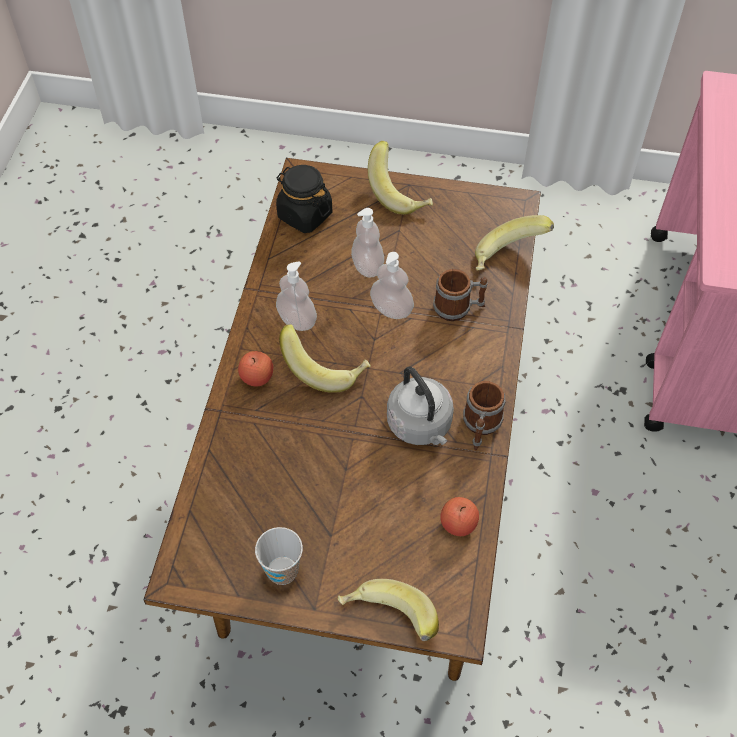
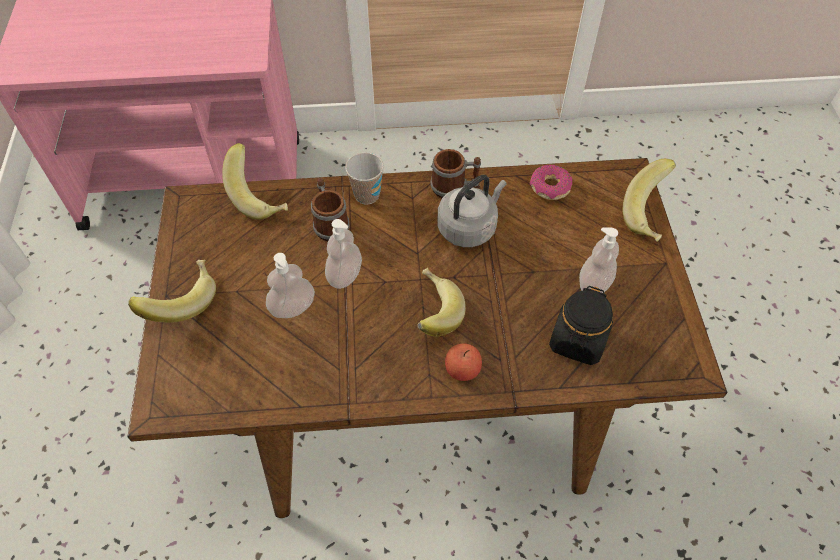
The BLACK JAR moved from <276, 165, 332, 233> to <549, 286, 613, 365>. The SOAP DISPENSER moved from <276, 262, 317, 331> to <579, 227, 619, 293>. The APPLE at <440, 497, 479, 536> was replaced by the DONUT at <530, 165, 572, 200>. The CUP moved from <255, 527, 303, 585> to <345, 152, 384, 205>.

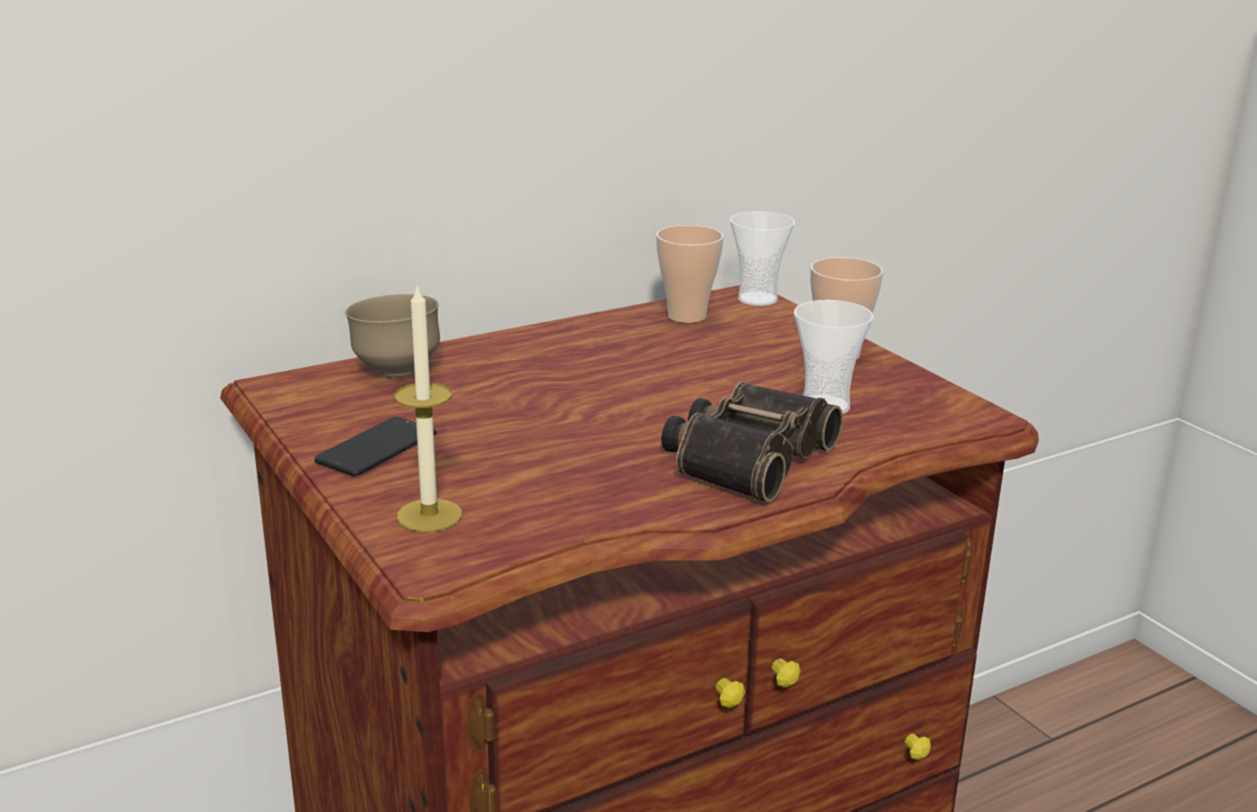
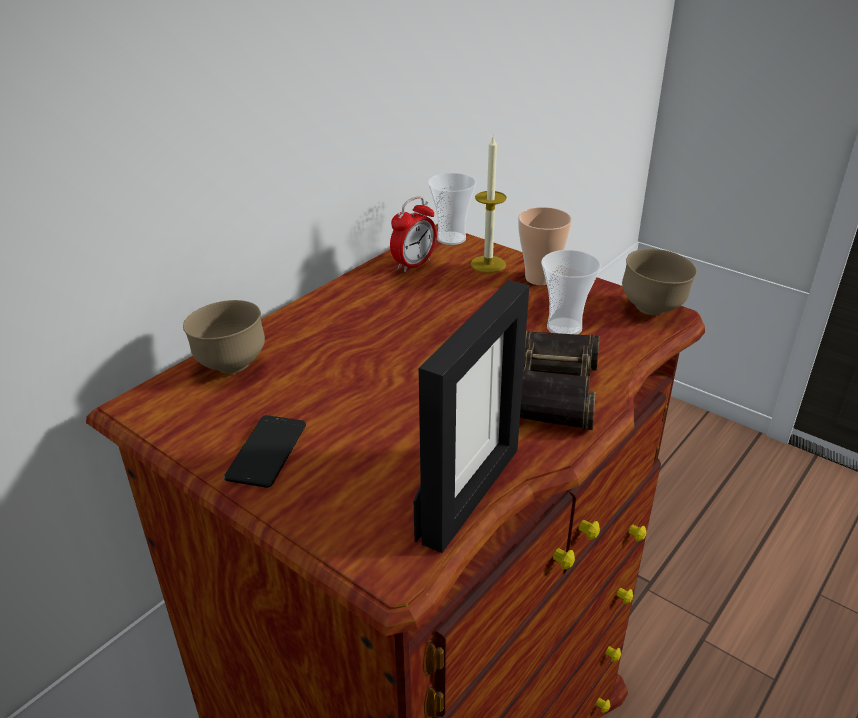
The CUP at <656, 225, 724, 323> was replaced by the ALARM CLOCK at <390, 196, 437, 272>. The CANDLE moved from <394, 283, 462, 532> to <471, 137, 507, 273>. The BROWN BOWL at <622, 248, 697, 315> appeared. The PICTURE FRAME at <414, 280, 529, 553> appeared.

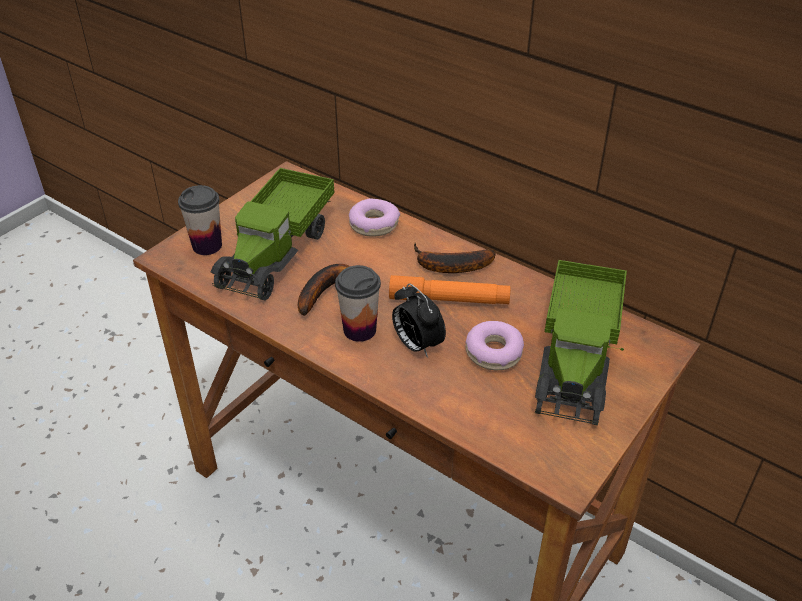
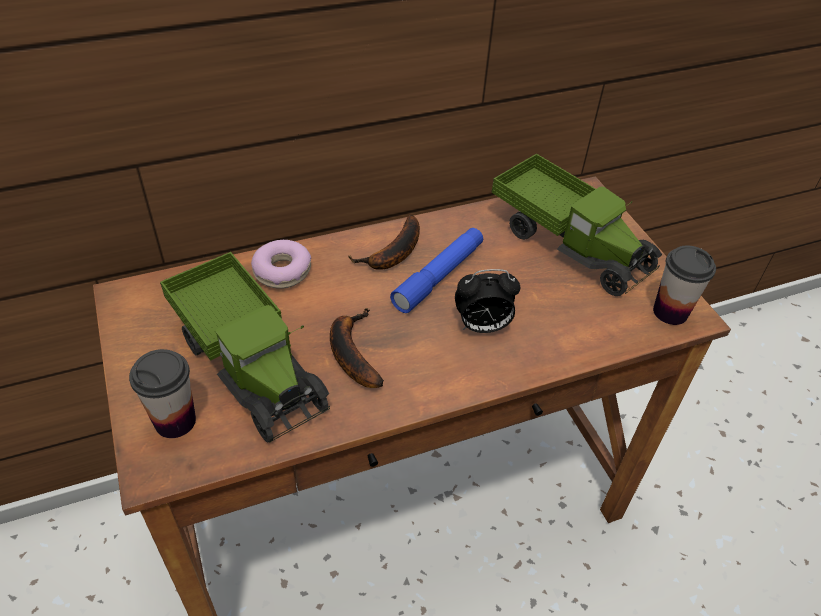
The CUP moved from <335, 265, 381, 342> to <653, 245, 716, 325>. The ORANGE FLASHLIGHT at <389, 275, 510, 304> became the BLUE FLASHLIGHT at <390, 228, 483, 313>. The DONUT at <465, 321, 524, 370> disappeared.

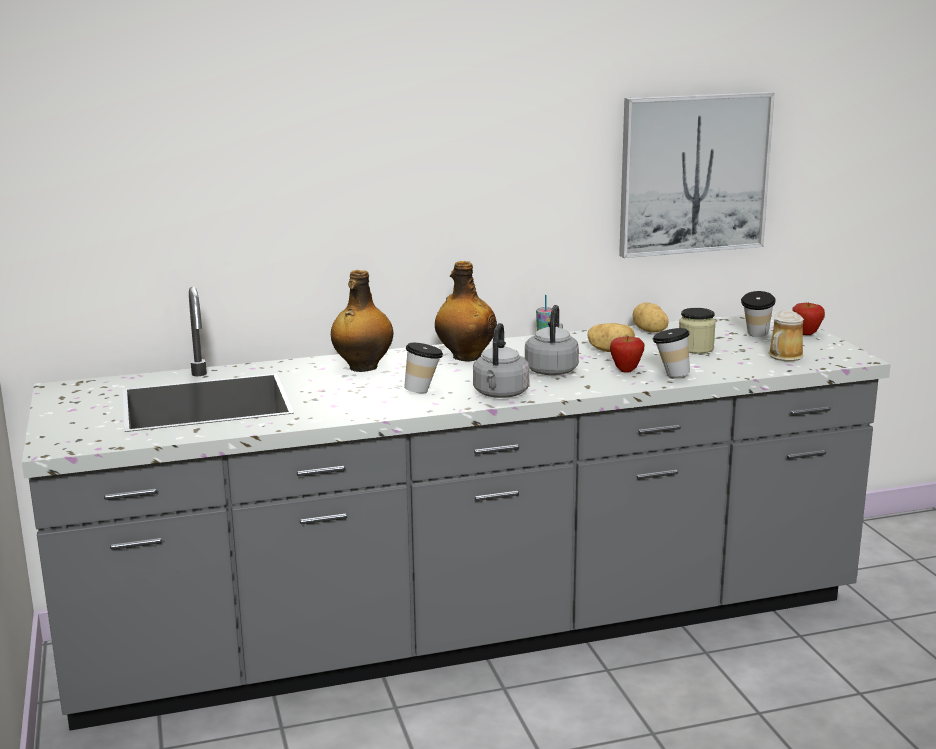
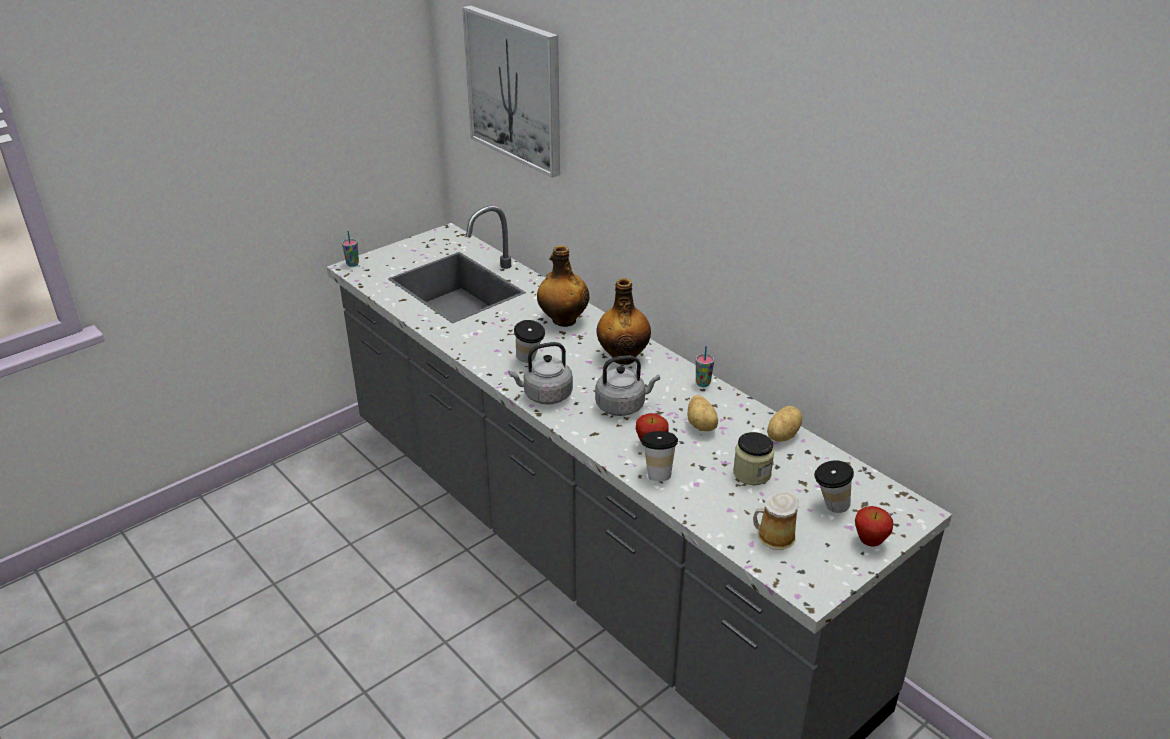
The PICTURE moved from <619, 92, 775, 258> to <462, 5, 560, 178>. The CUP at <342, 231, 359, 267> appeared.

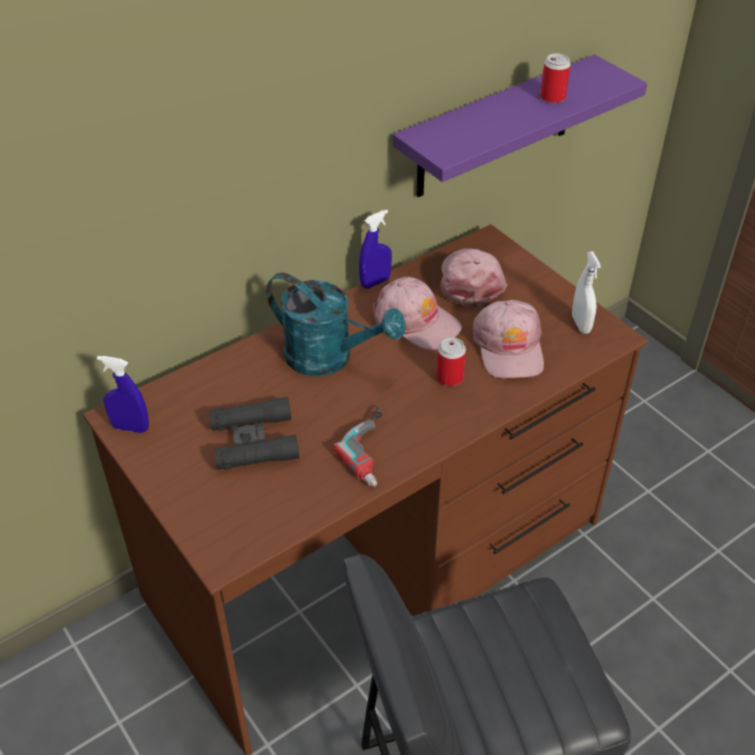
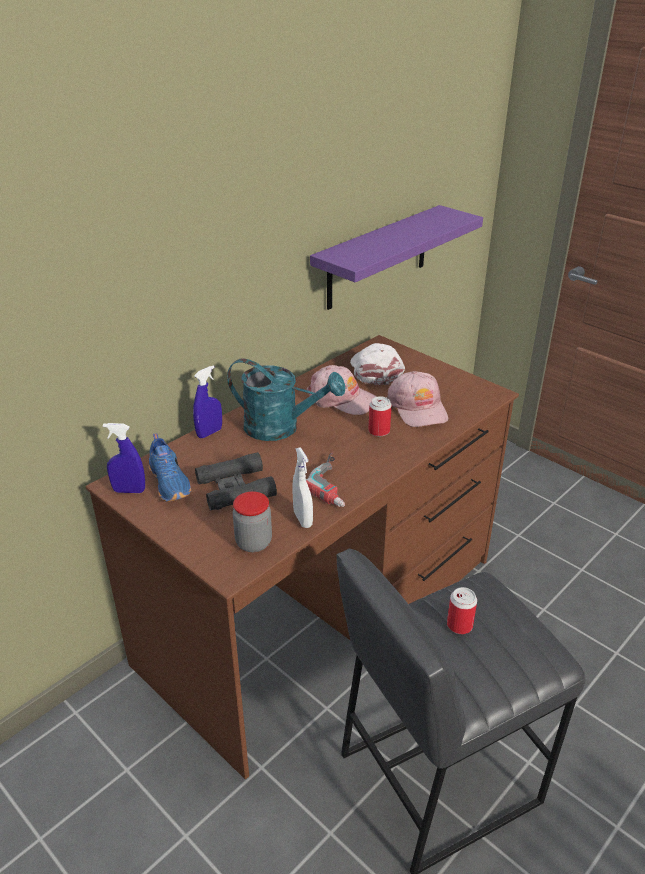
The CAN moved from <540, 53, 571, 103> to <447, 587, 477, 634>. The BLUE SPRAY BOTTLE moved from <359, 210, 392, 288> to <193, 366, 222, 438>. The PINK CAP at <440, 248, 507, 308> became the WHITE CAP at <350, 343, 405, 385>. The WHITE SPRAY BOTTLE moved from <572, 251, 601, 334> to <293, 447, 313, 528>. The BLUE SHOE at <148, 433, 191, 502> appeared. The JAR at <233, 491, 272, 552> appeared.

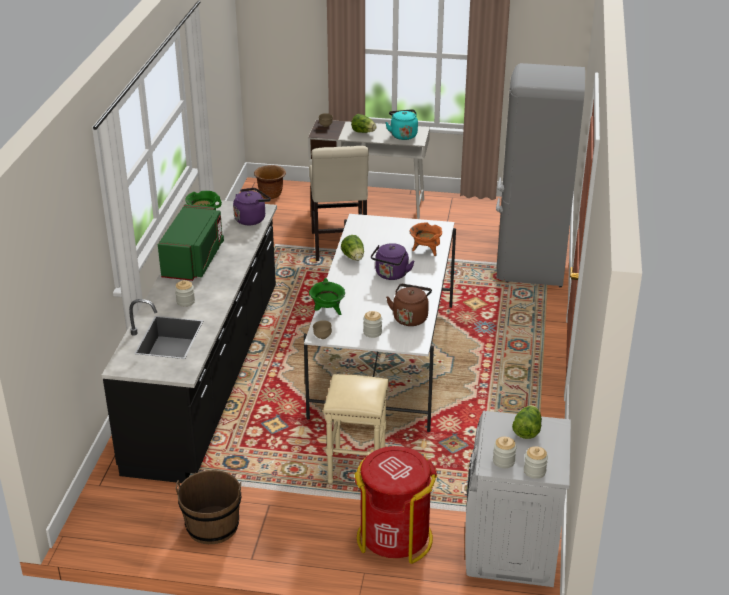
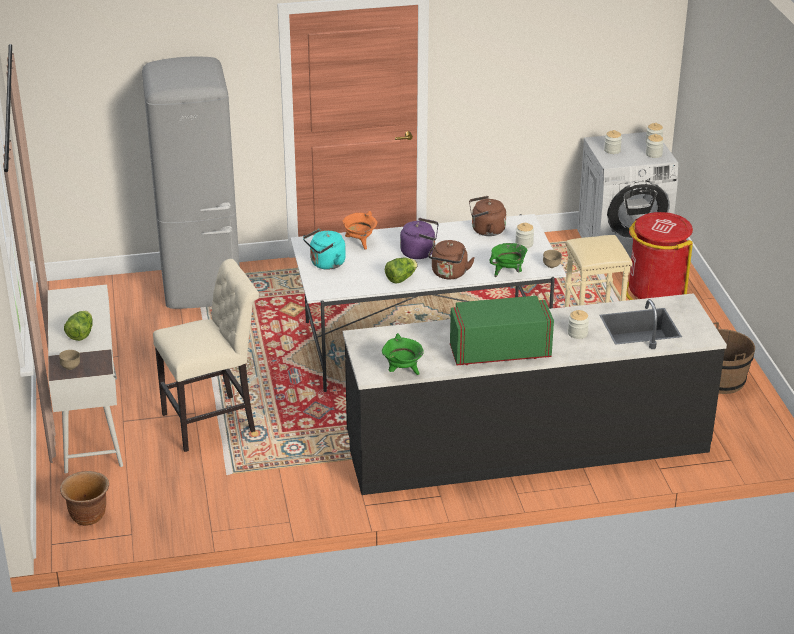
The TURQUOISE KETTLE moved from <385, 109, 418, 140> to <303, 229, 346, 270>. The PURPLE KETTLE at <233, 188, 271, 225> disappeared. The LETTUCE at <512, 405, 542, 439> was replaced by the JAR at <604, 130, 622, 154>. The BROWN KETTLE at <428, 240, 475, 279> appeared.

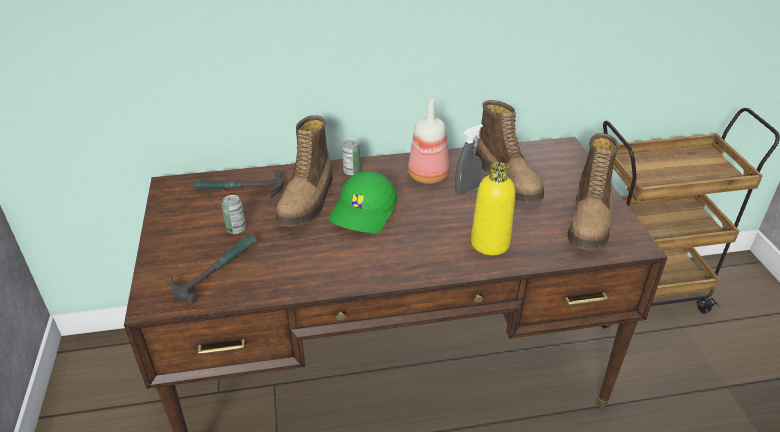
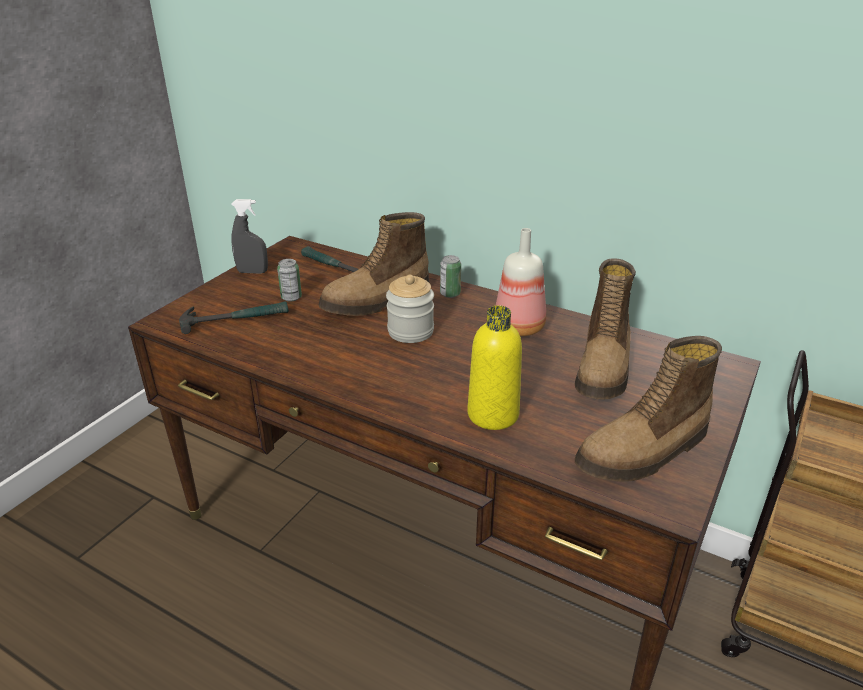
The GREY SPRAY BOTTLE moved from <455, 124, 483, 195> to <231, 199, 268, 274>. The GREEN CAP at <328, 171, 397, 233> was replaced by the JAR at <386, 275, 434, 343>.

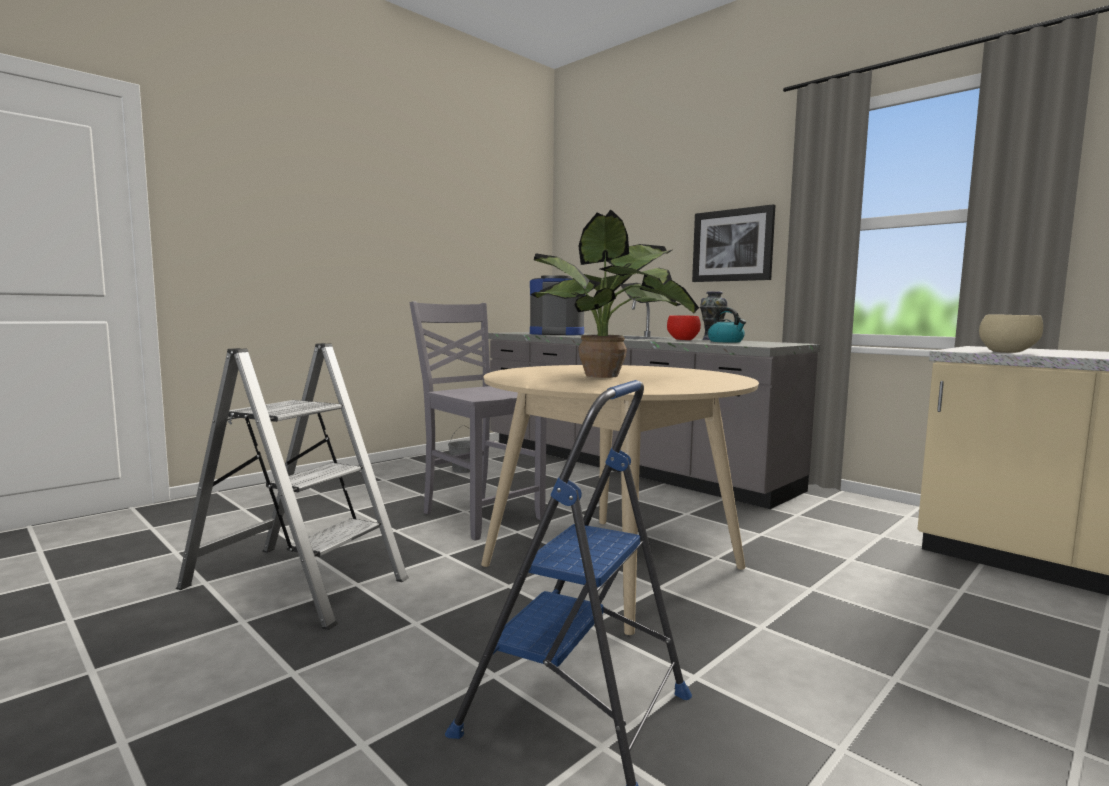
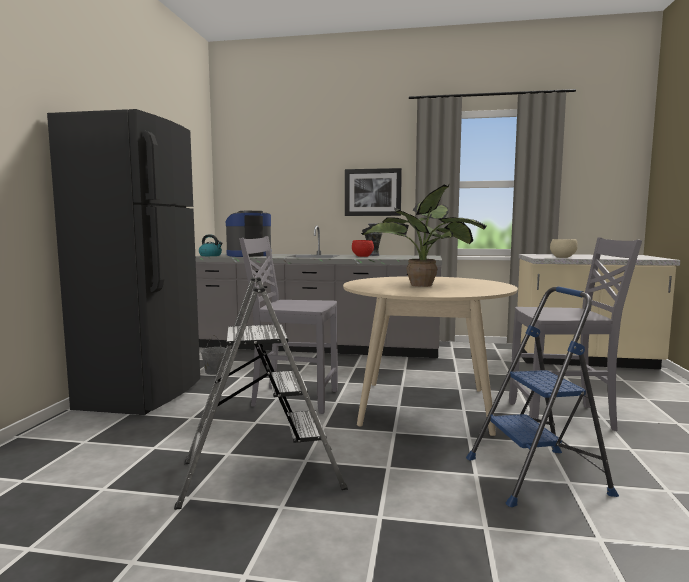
The KETTLE moved from <708, 308, 746, 343> to <199, 234, 223, 256>. The BLACK FRIDGE at <47, 109, 200, 415> appeared. The GREY CHAIR at <509, 237, 642, 431> appeared.

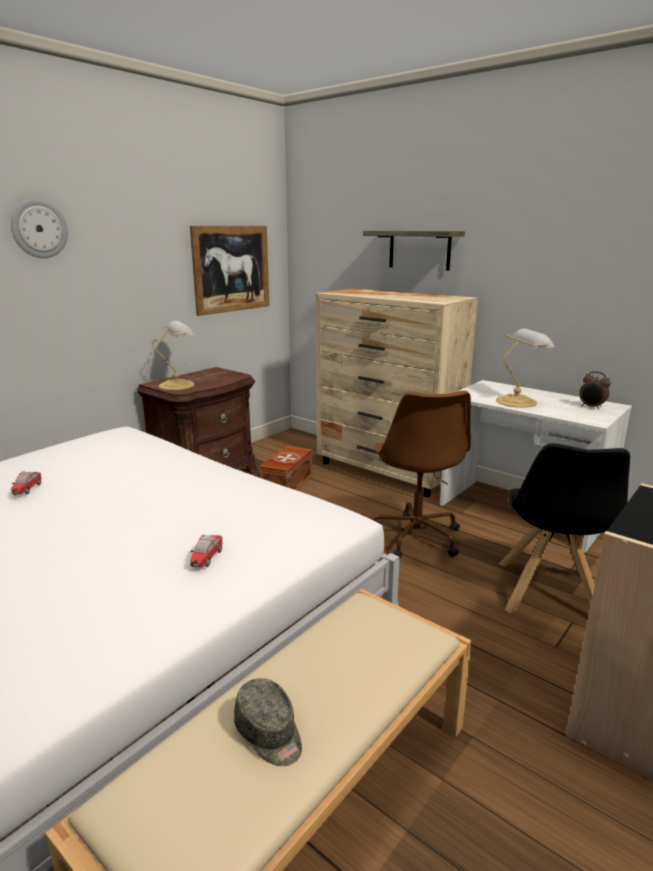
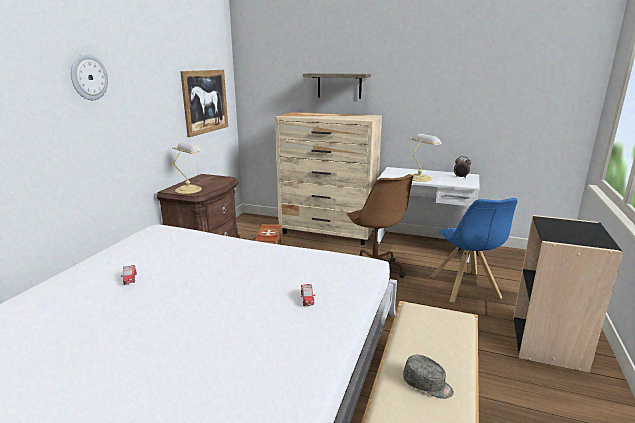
The BLACK CHAIR at <499, 443, 630, 614> became the BLUE CHAIR at <430, 198, 518, 303>.

